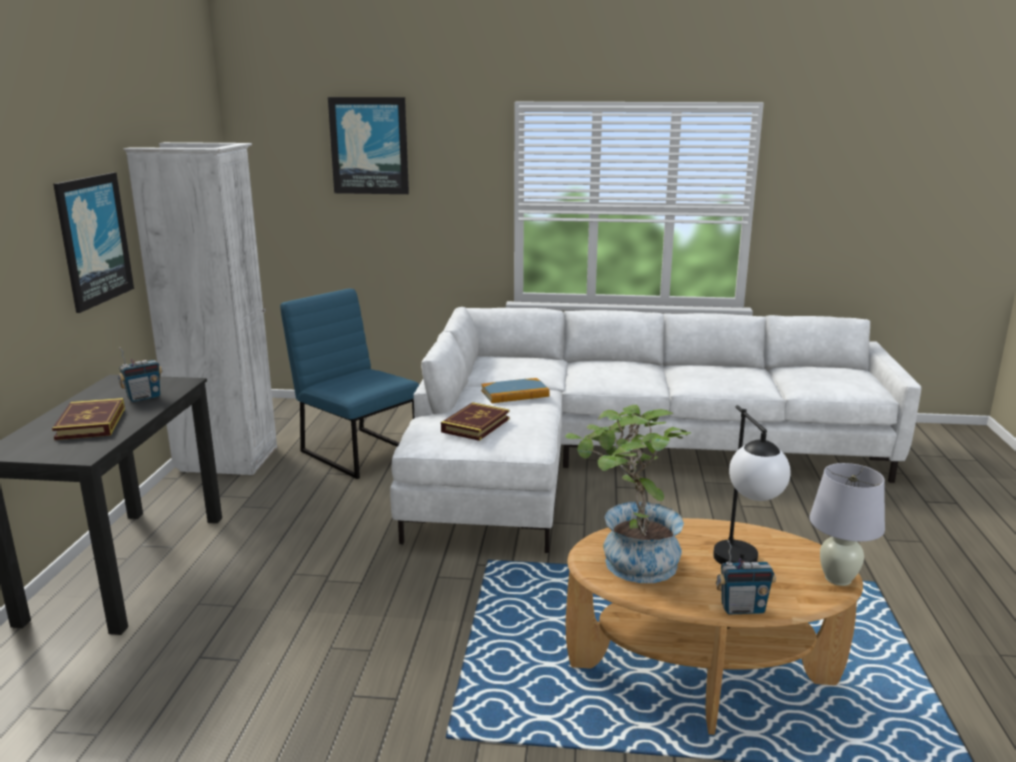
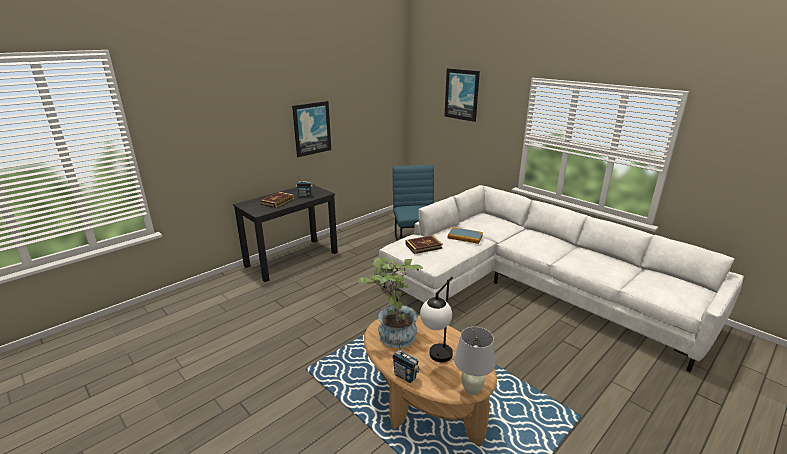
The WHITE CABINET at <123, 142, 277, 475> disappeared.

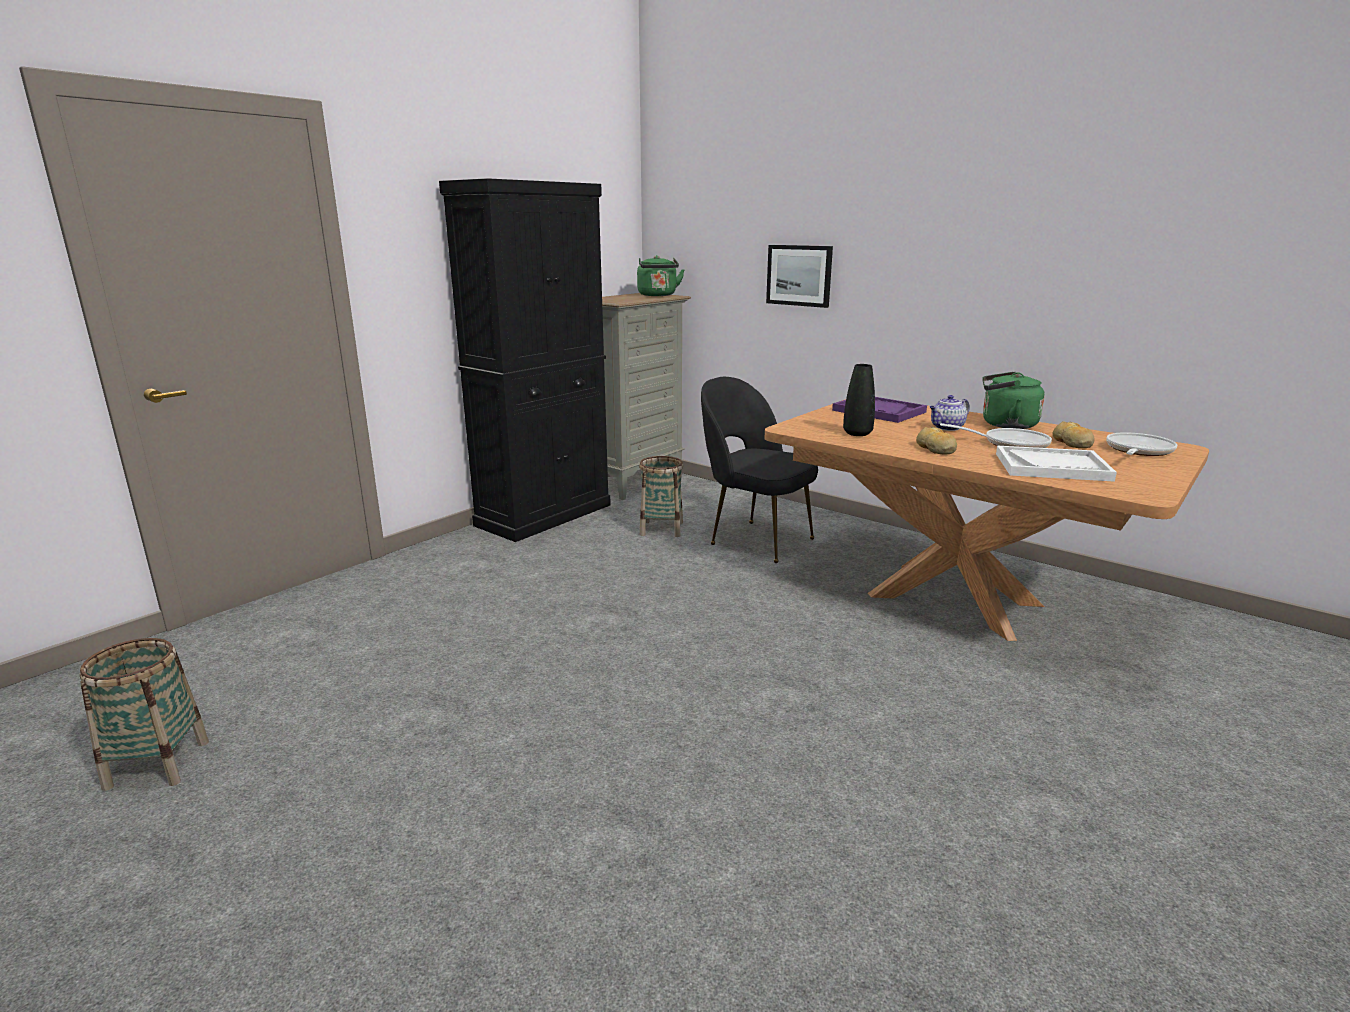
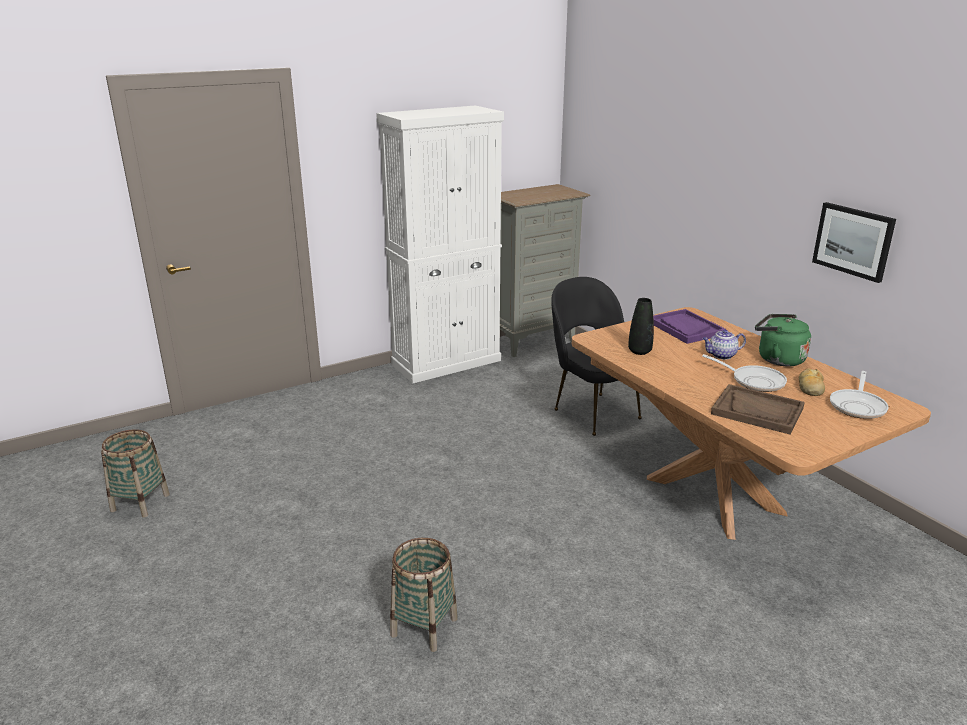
The BLACK CABINET at <439, 178, 611, 542> became the WHITE CABINET at <376, 106, 504, 383>. The PICTURE moved from <766, 245, 833, 308> to <812, 202, 896, 283>. The GREEN KETTLE at <637, 255, 685, 296> disappeared. The BREAD at <916, 427, 957, 454> disappeared. The FRYING PAN at <1106, 432, 1177, 456> turned 150 degrees clockwise. The WHITE TRAY at <996, 446, 1117, 482> became the BROWN TRAY at <711, 384, 805, 435>. The BASKET moved from <639, 456, 683, 537> to <390, 538, 458, 652>.

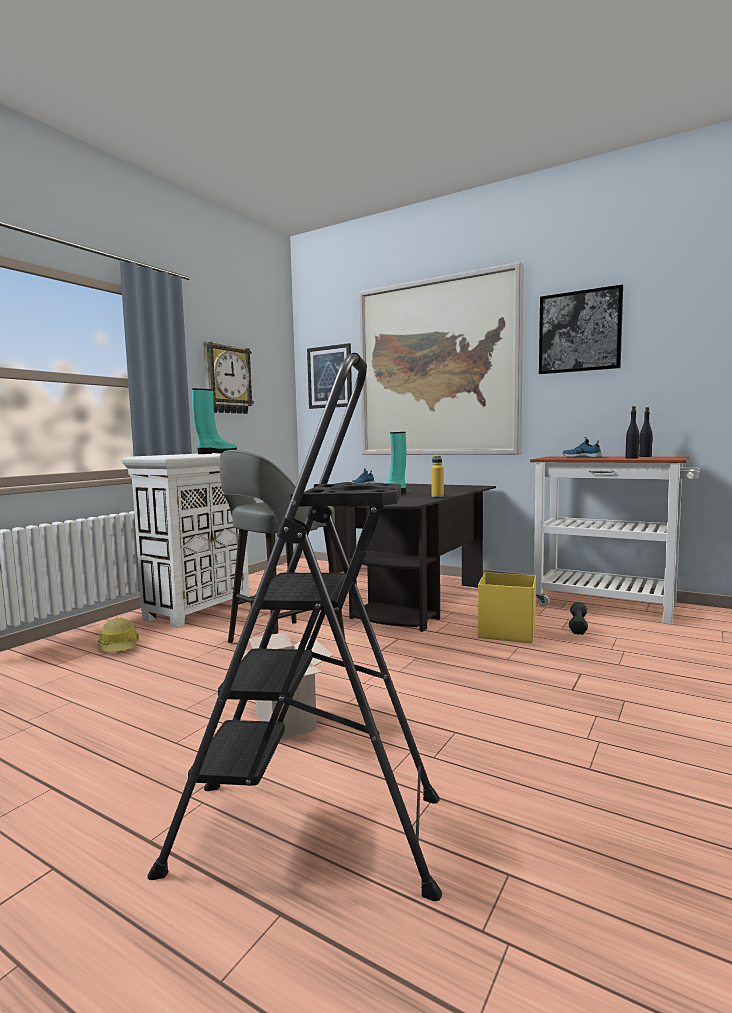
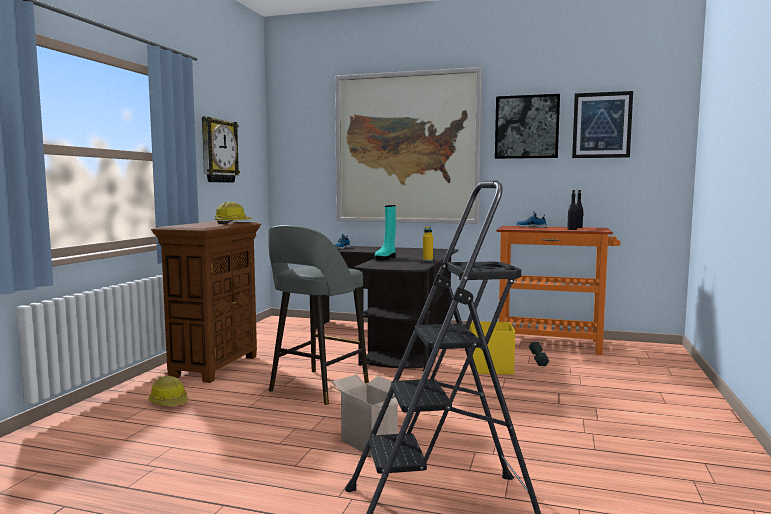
The PICTURE moved from <307, 343, 352, 409> to <572, 91, 633, 158>. The TURQUOISE BOOT at <192, 388, 237, 454> was replaced by the HARD HAT at <214, 202, 252, 224>. The WHITE CABINET at <120, 453, 249, 628> became the BROWN CABINET at <151, 221, 261, 383>. The WHITE CART at <530, 457, 700, 625> became the ORANGE CART at <496, 226, 621, 355>.

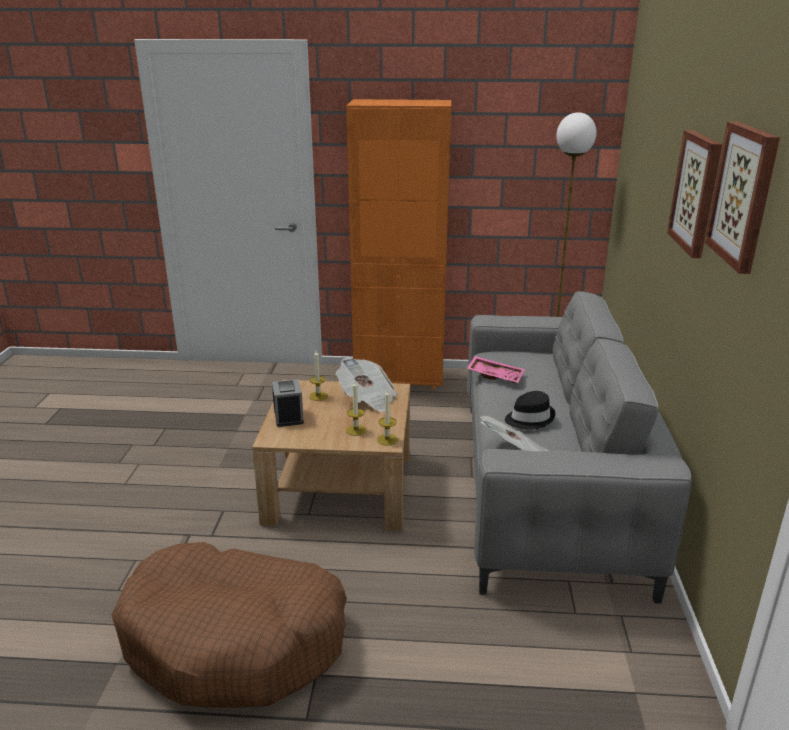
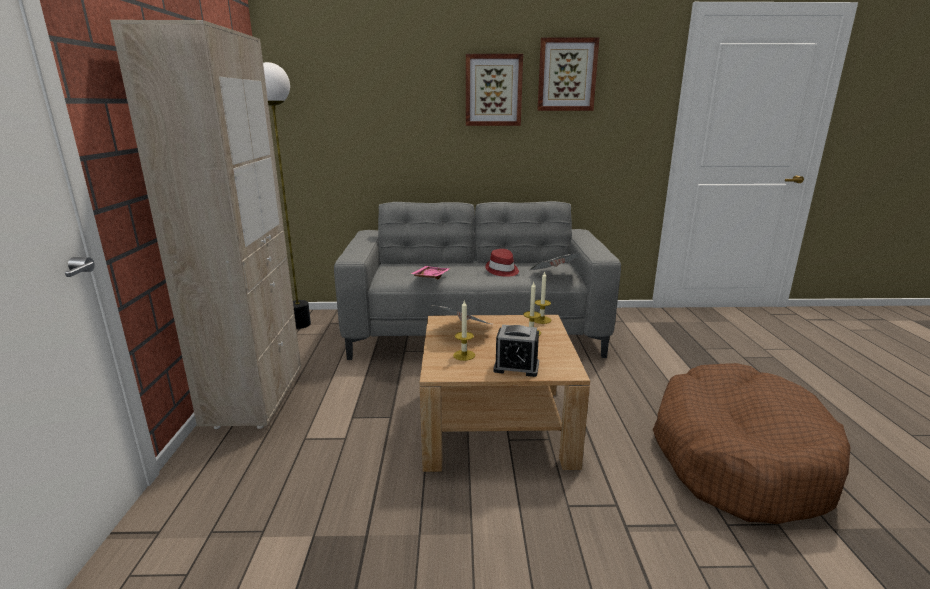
The ORANGE CABINET at <346, 99, 451, 389> became the BEIGE CABINET at <110, 20, 301, 429>. The ALARM CLOCK at <272, 379, 304, 427> turned 150 degrees counterclockwise. The BLACK HAT at <505, 391, 555, 430> became the RED HAT at <485, 249, 519, 277>.

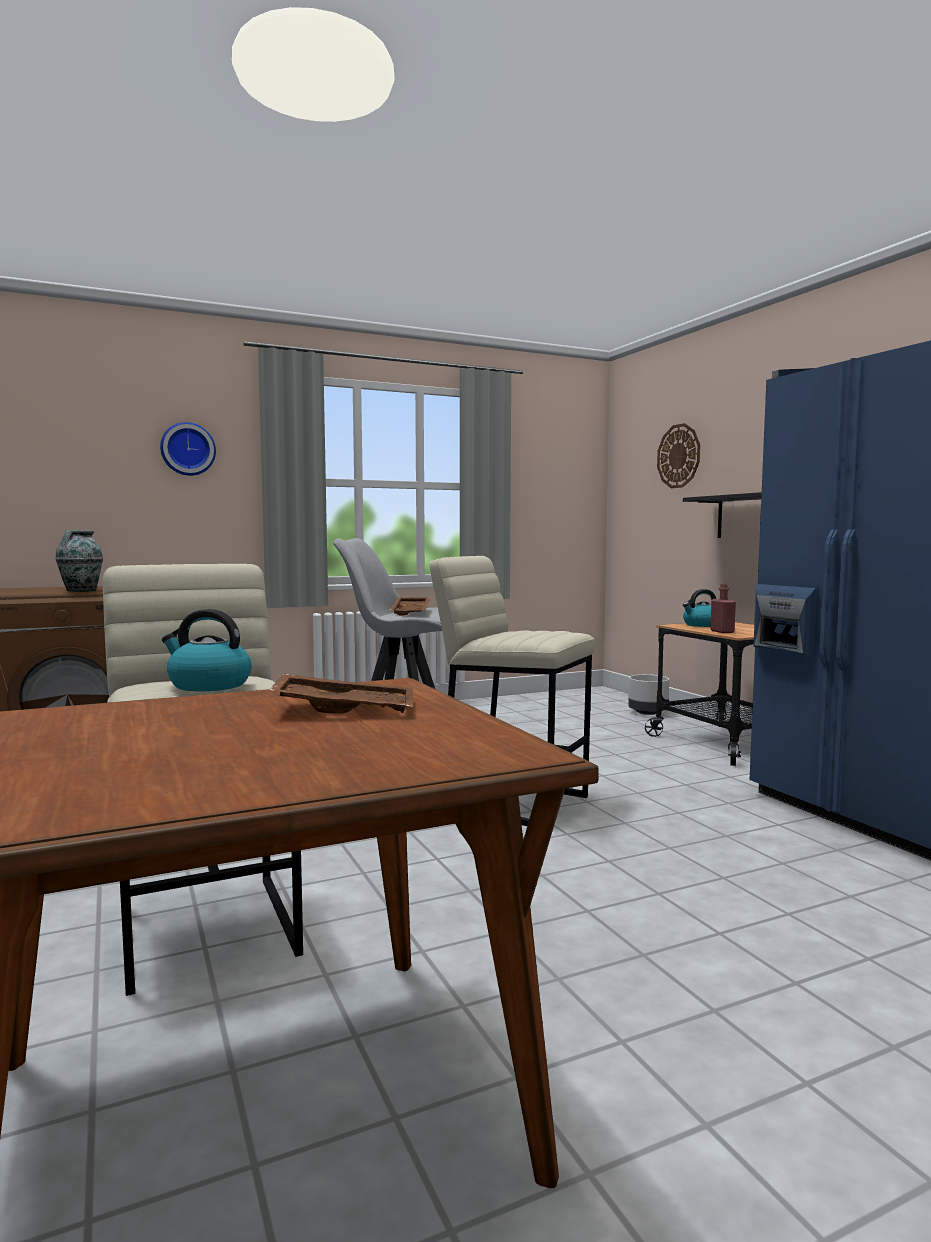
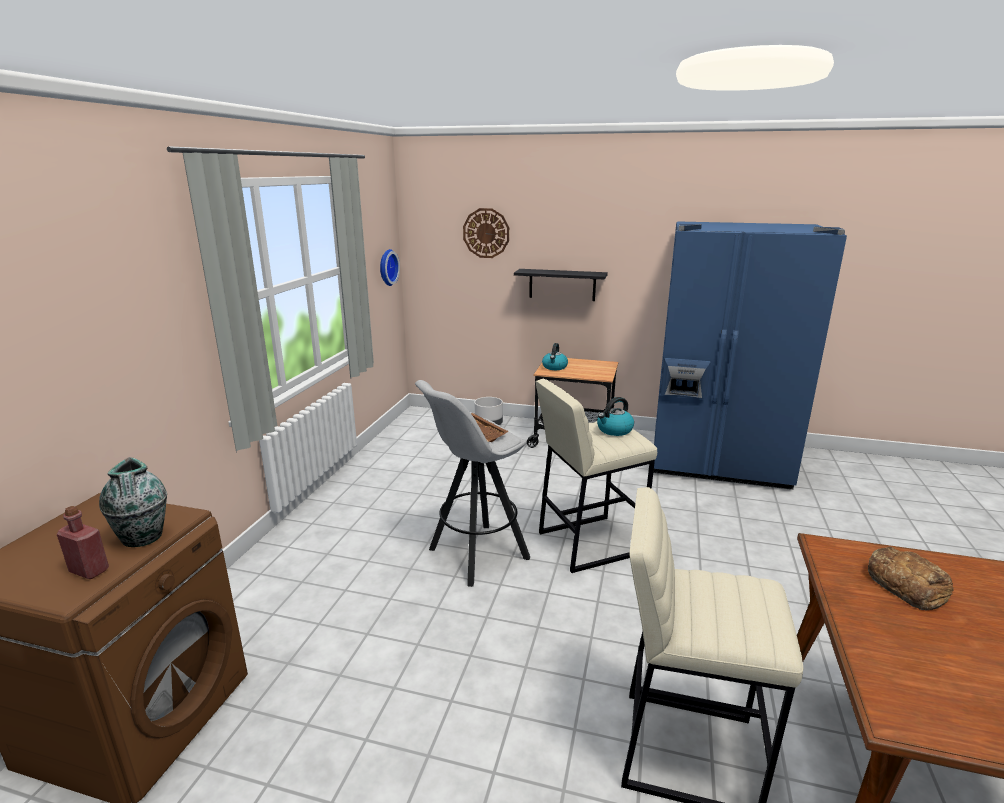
The WALL CLOCK moved from <160, 422, 216, 476> to <380, 249, 400, 286>. The RED BOTTLE moved from <711, 583, 736, 633> to <57, 506, 109, 579>. The KETTLE moved from <162, 609, 252, 692> to <597, 397, 634, 436>. The BROWN TRAY at <270, 674, 413, 714> was replaced by the BREAD at <868, 547, 954, 610>.

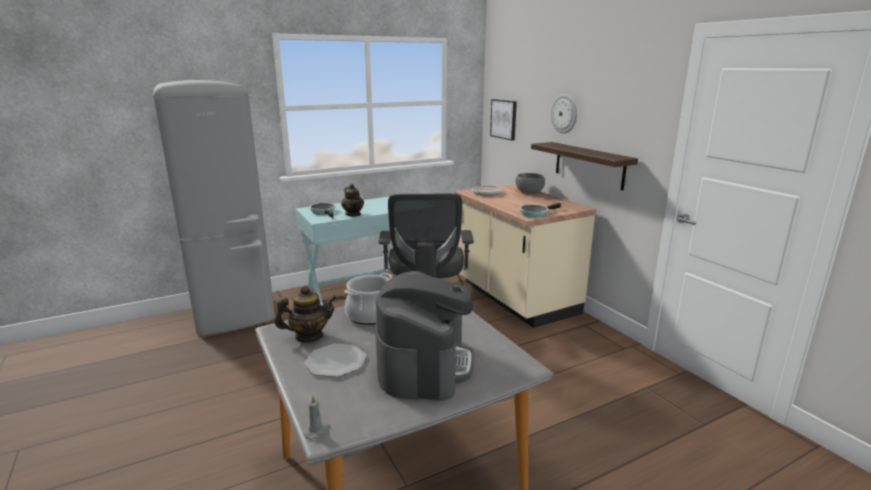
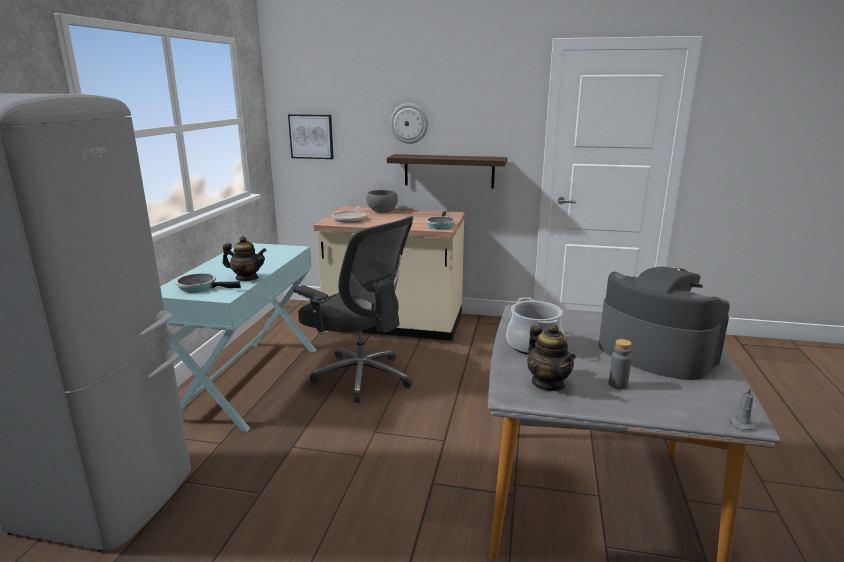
The TEAPOT at <275, 285, 337, 342> turned 135 degrees clockwise. The PLATE at <304, 343, 367, 377> was replaced by the GREY BOTTLE at <608, 339, 632, 390>.

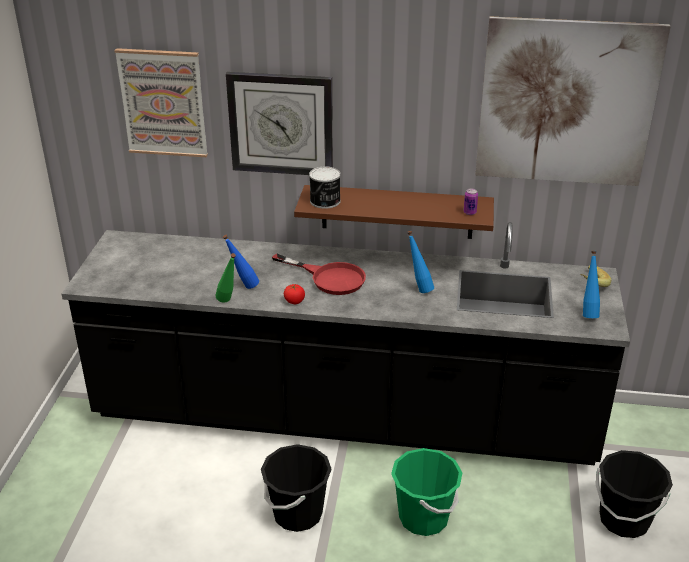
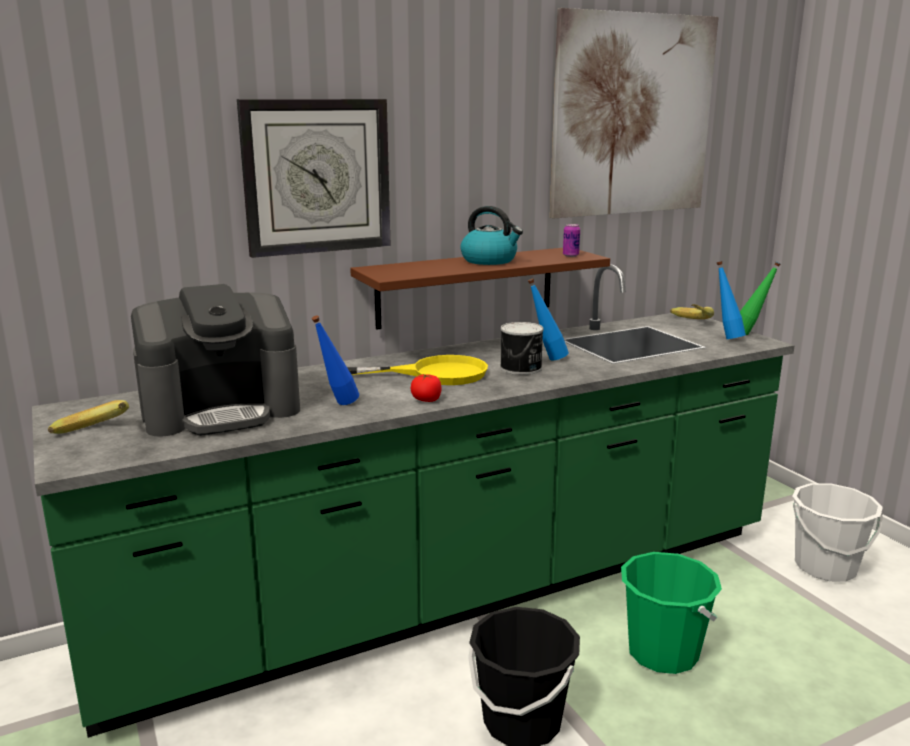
The PICTURE at <114, 48, 208, 157> disappeared. The CAN moved from <309, 166, 341, 209> to <500, 322, 544, 375>. The BLACK COUNTER at <61, 222, 630, 466> became the GREEN COUNTER at <32, 264, 795, 738>. The GREEN BOTTLE moved from <215, 253, 236, 303> to <740, 262, 781, 335>. The RED FRYING PAN at <272, 254, 366, 295> became the YELLOW FRYING PAN at <347, 355, 488, 385>. The BLACK BUCKET at <596, 450, 673, 538> became the WHITE BUCKET at <792, 483, 883, 582>. The KETTLE at <460, 206, 523, 265> appeared. The COFFEE MACHINE at <131, 284, 300, 437> appeared. The BANANA at <48, 400, 129, 434> appeared.

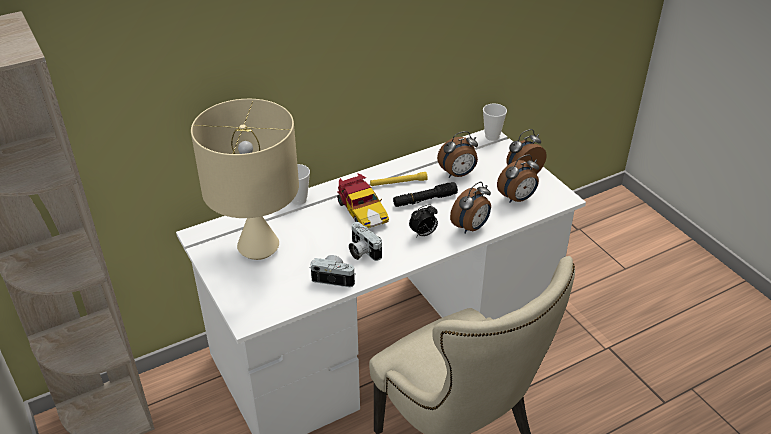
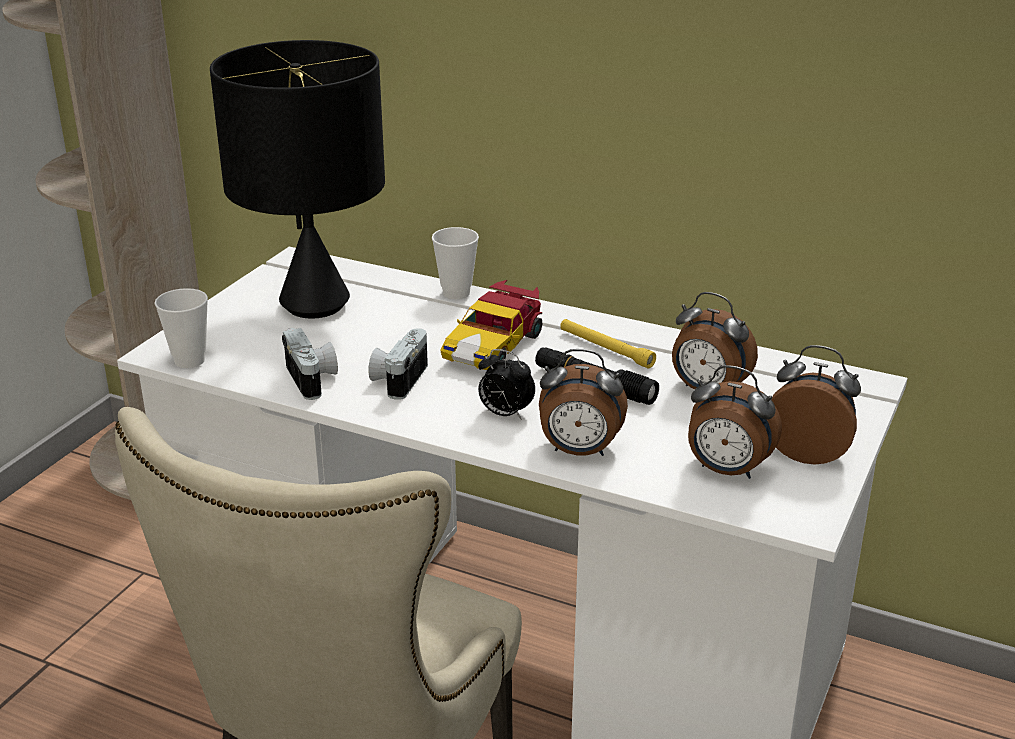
The BEIGE TABLE LAMP at <191, 99, 299, 260> became the BLACK TABLE LAMP at <210, 40, 385, 319>. The CUP moved from <483, 103, 507, 141> to <155, 288, 208, 368>.

